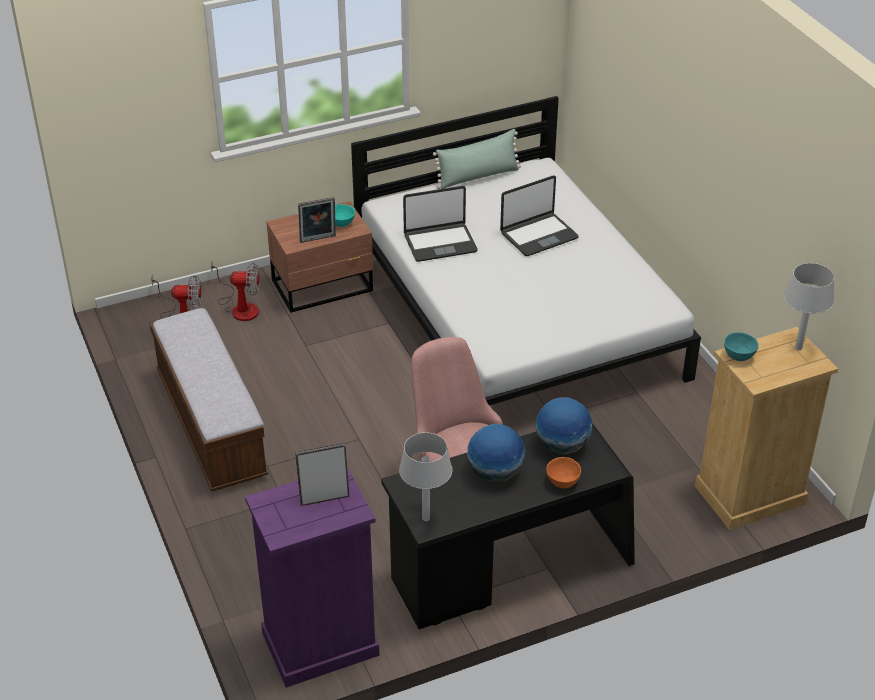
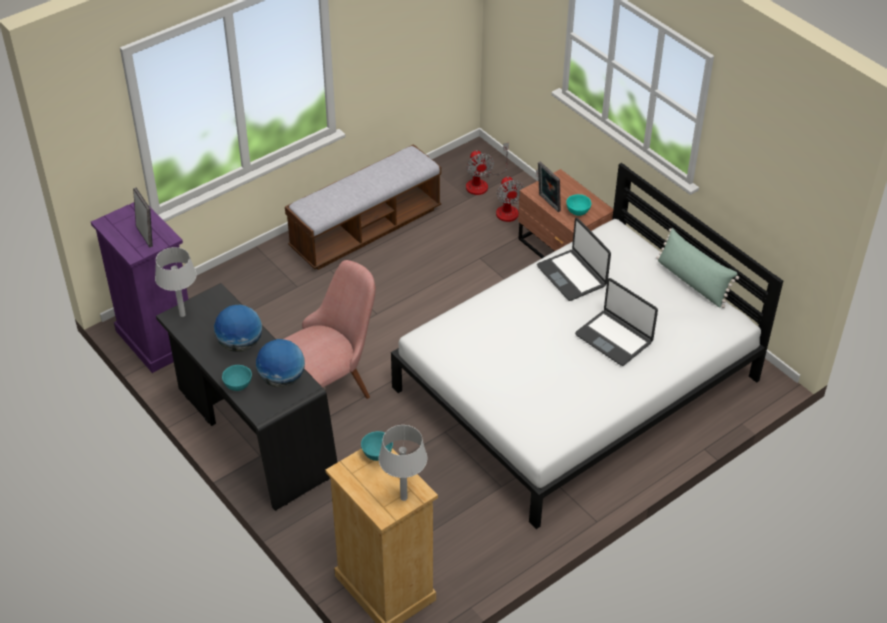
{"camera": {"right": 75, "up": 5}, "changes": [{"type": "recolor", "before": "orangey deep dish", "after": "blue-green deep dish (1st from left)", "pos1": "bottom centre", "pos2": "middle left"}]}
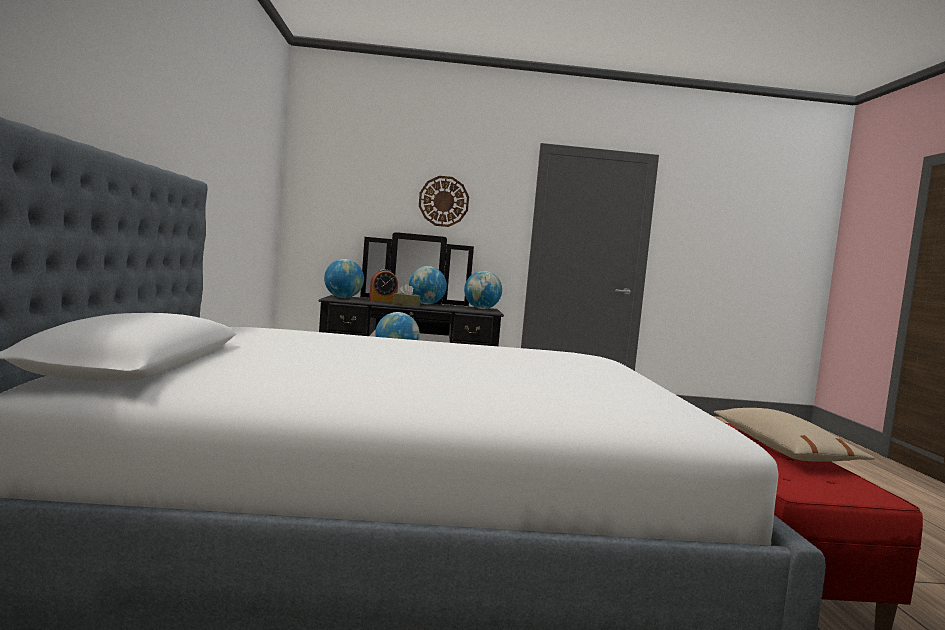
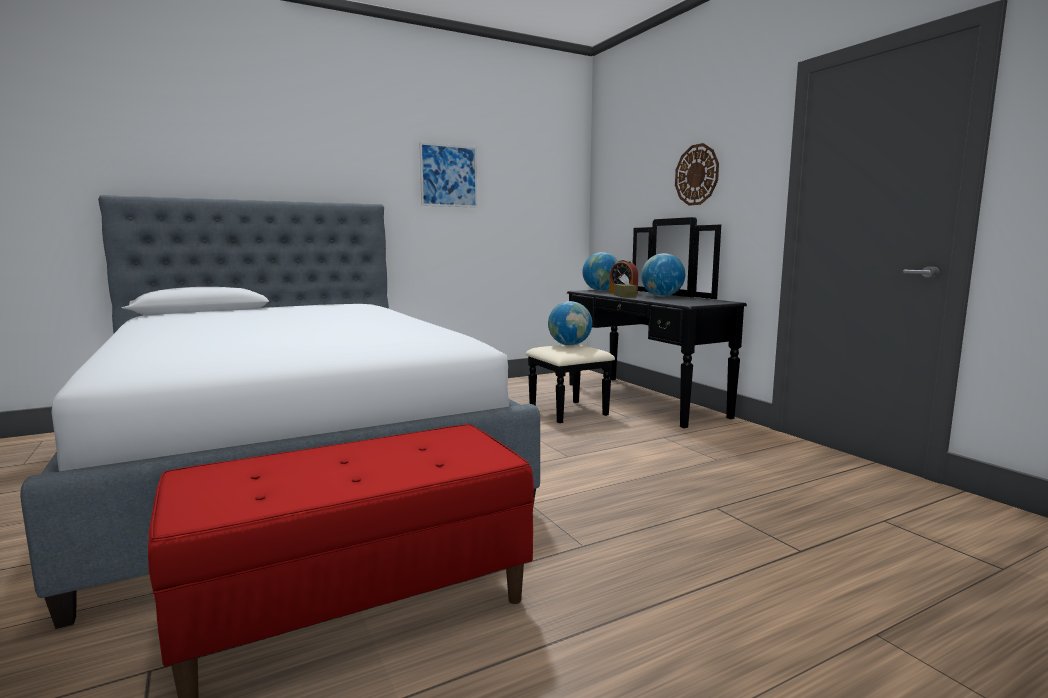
{"camera": {"right": 65, "up": 5}, "changes": [{"type": "delete", "before": "desk globe (4th from left)", "pos1": "centre"}, {"type": "delete", "before": "sand-coloured pillow", "pos1": "bottom right"}, {"type": "insert", "after": "picture", "pos2": "top centre"}]}
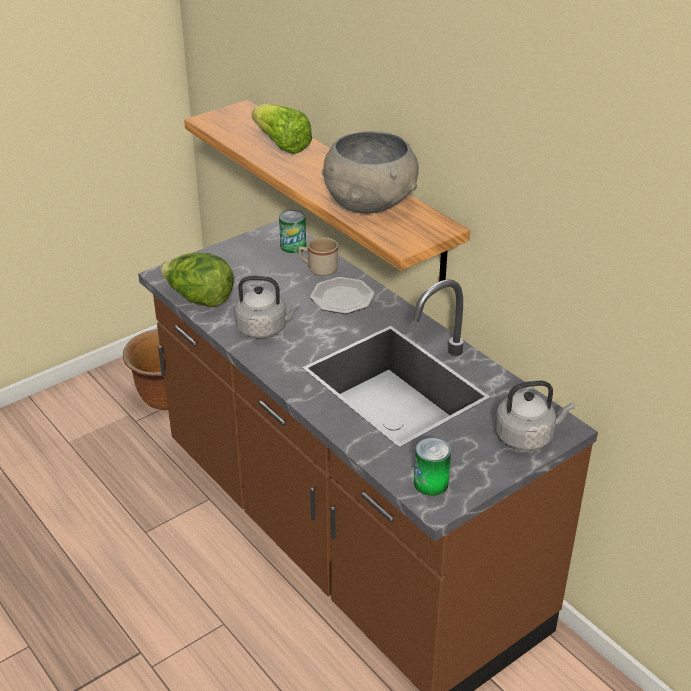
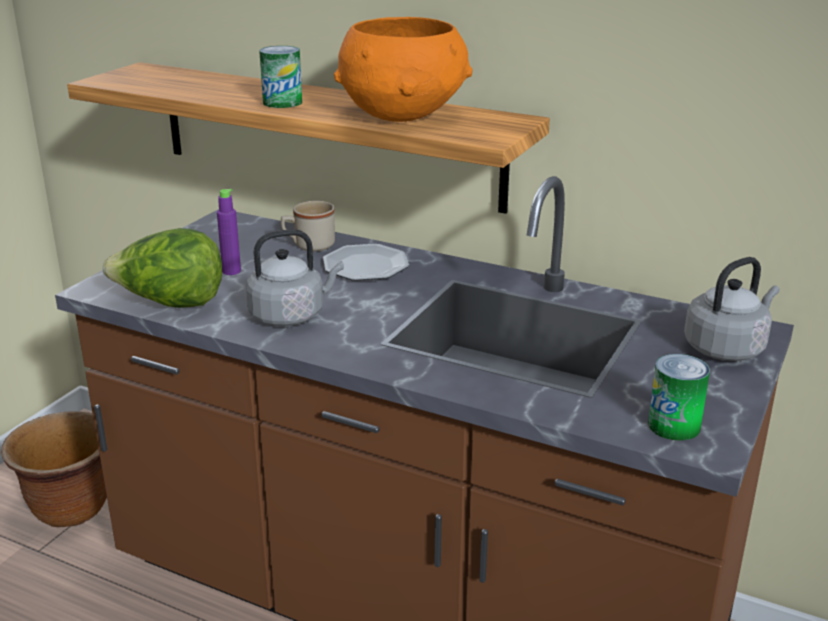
{"camera": {"right": -25, "up": -10}, "changes": [{"type": "delete", "before": "lettuce (2nd from left)", "pos1": "top centre"}, {"type": "move", "before": "can (1st from left)", "pos1": "centre", "pos2": "top centre"}, {"type": "recolor", "before": "gray deep dish", "after": "orangey deep dish", "pos1": "top centre", "pos2": "top centre"}, {"type": "insert", "after": "purple-coloured beverage bottle", "pos2": "middle left"}]}
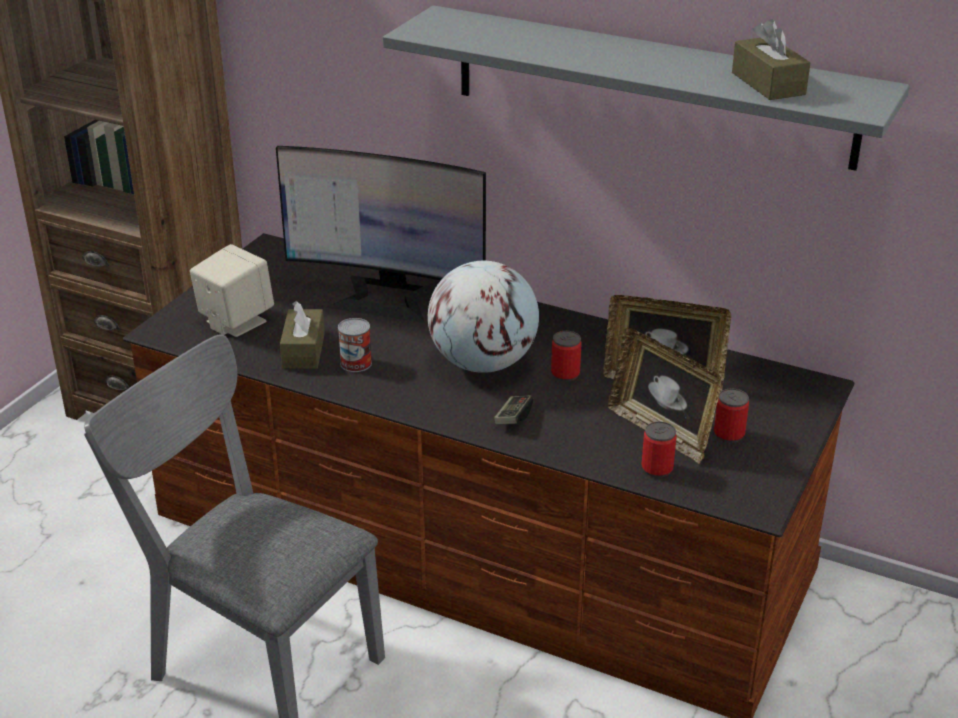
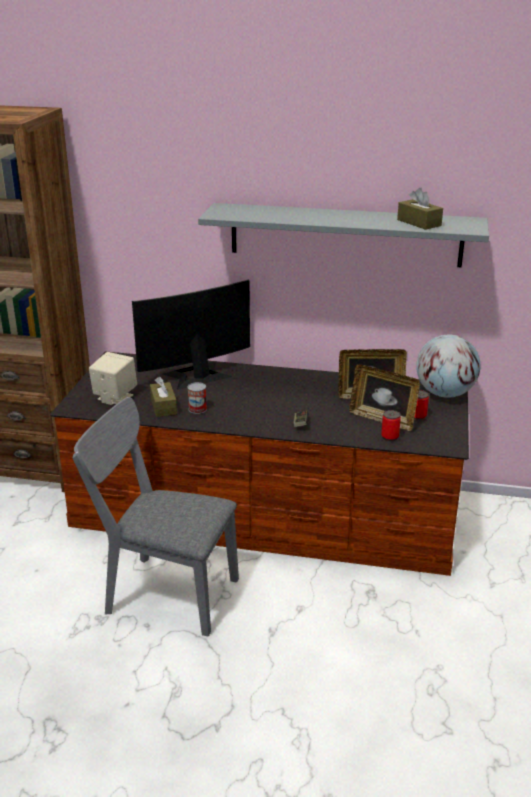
{"camera": {"right": -15, "up": -5}, "changes": [{"type": "rotate", "before": "computer screen", "pos1": "top centre", "pos2": "centre", "turn": 150}, {"type": "move", "before": "desk globe", "pos1": "centre", "pos2": "middle right"}, {"type": "delete", "before": "can (2nd from left)", "pos1": "centre"}]}
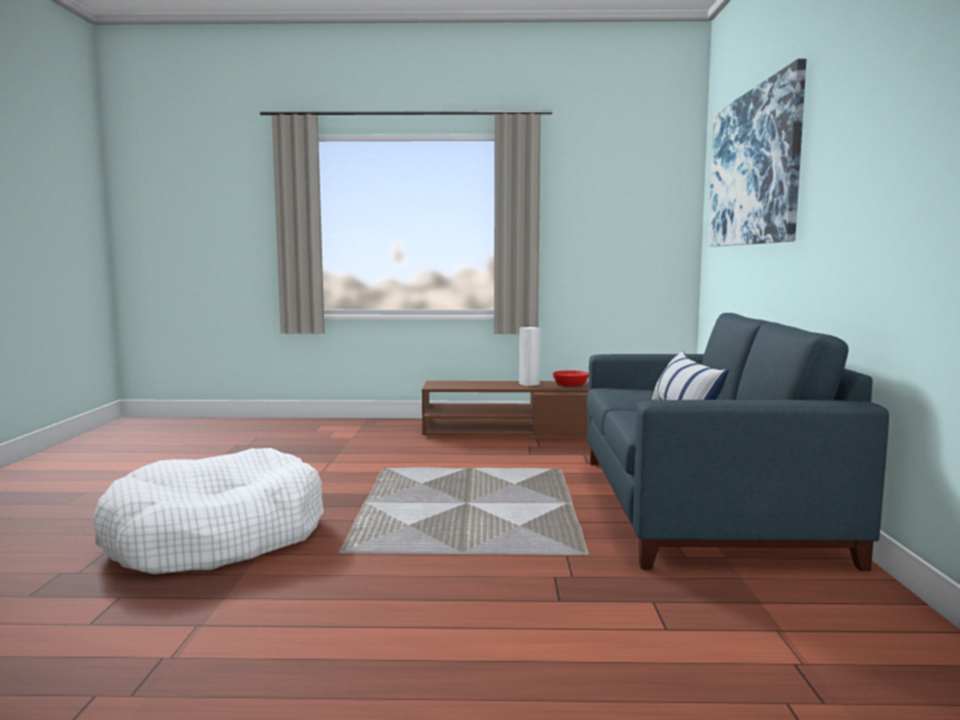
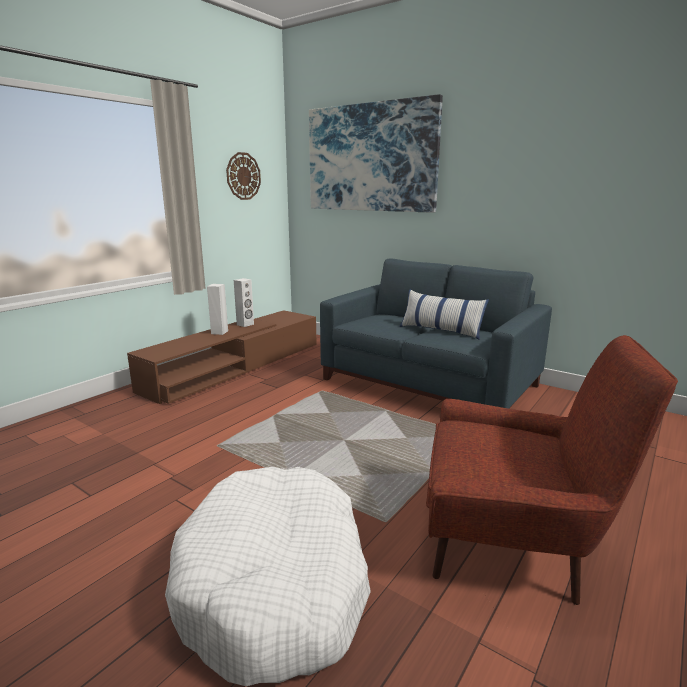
{"camera": {"right": -55, "up": 10}, "changes": [{"type": "replace", "before": "red deep dish", "after": "white-coloured speaker (2nd from left)", "pos1": "centre", "pos2": "centre"}, {"type": "insert", "after": "wall clock", "pos2": "top centre"}, {"type": "insert", "after": "red easy chair", "pos2": "bottom right"}]}
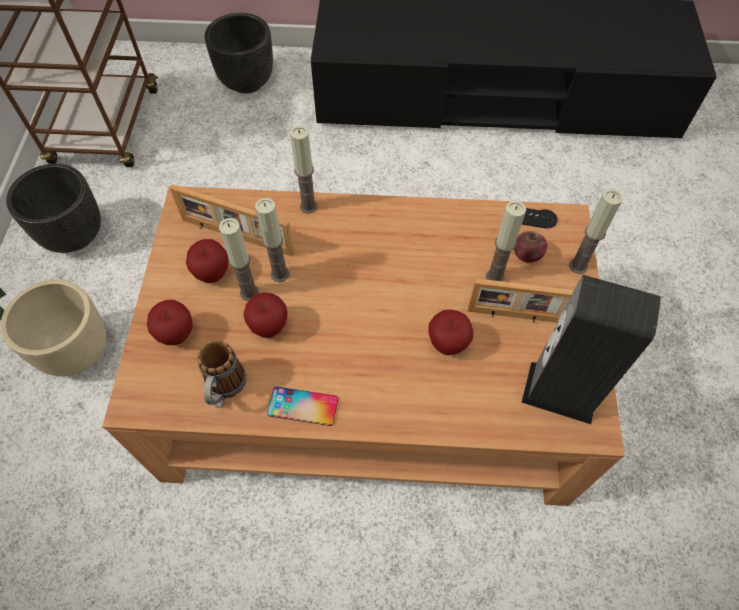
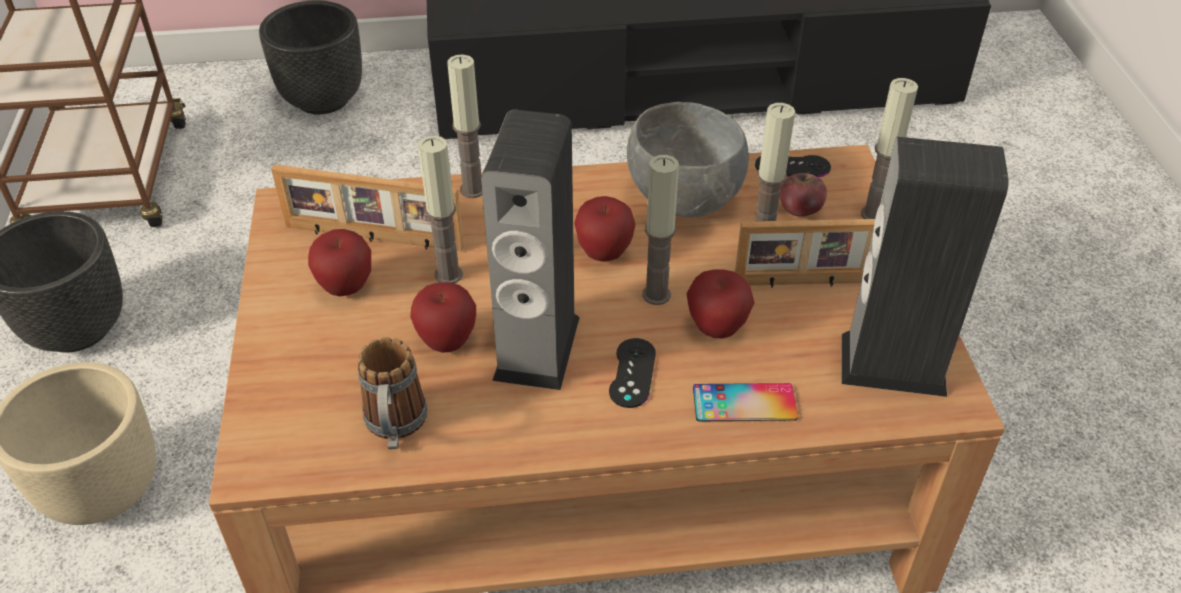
{"camera": {"right": -10, "up": -15}, "changes": [{"type": "move", "before": "whole apple (1st from left in the first image)", "after": "whole apple (3rd from left)", "pos1": "middle left", "pos2": "centre"}, {"type": "move", "before": "wax light (1st from left in the first image)", "after": "wax light (3rd from left)", "pos1": "middle left", "pos2": "centre"}, {"type": "move", "before": "phone", "pos1": "centre", "pos2": "bottom centre"}, {"type": "insert", "after": "speaker (1st from left)", "pos2": "centre"}, {"type": "insert", "after": "black joypad (1st from left)", "pos2": "centre"}, {"type": "insert", "after": "gray deep dish", "pos2": "top centre"}]}
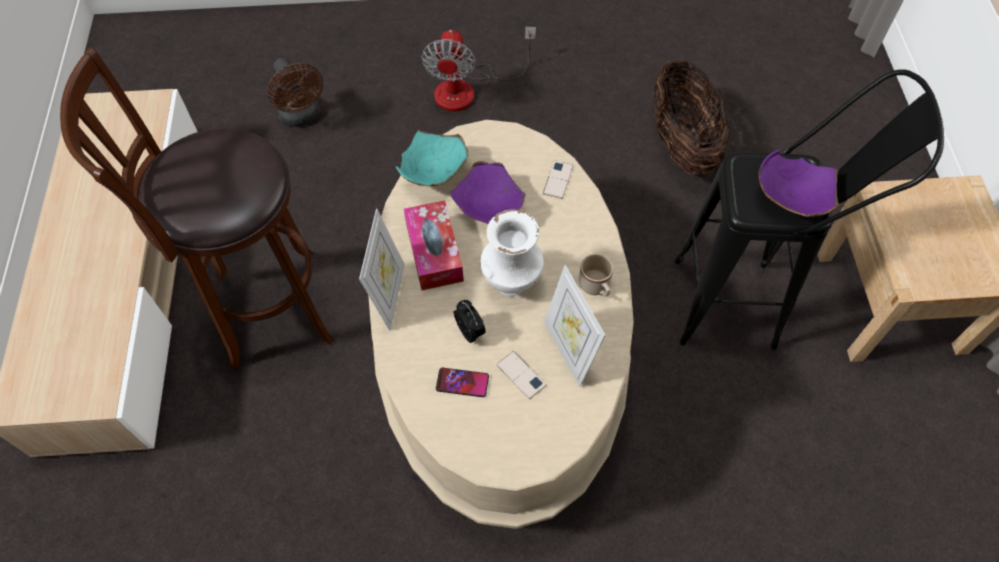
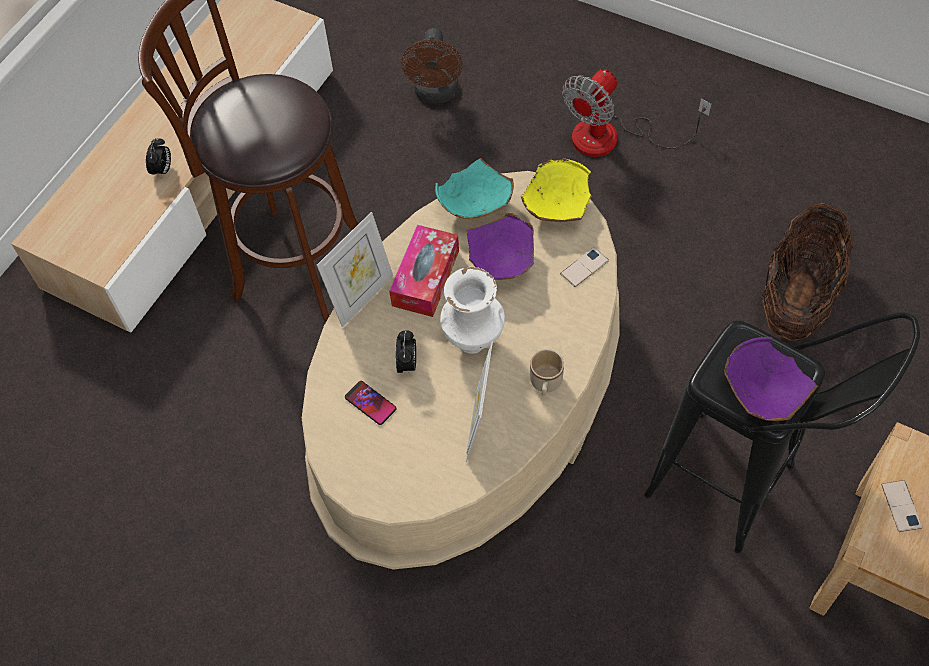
{"camera": {"right": 35, "up": 0}, "changes": [{"type": "move", "before": "phone (2nd from left in the first image)", "after": "phone (3rd from left)", "pos1": "bottom centre", "pos2": "bottom right"}, {"type": "insert", "after": "bedside clock (1st from left)", "pos2": "top left"}, {"type": "insert", "after": "yellowish deep dish", "pos2": "top centre"}]}
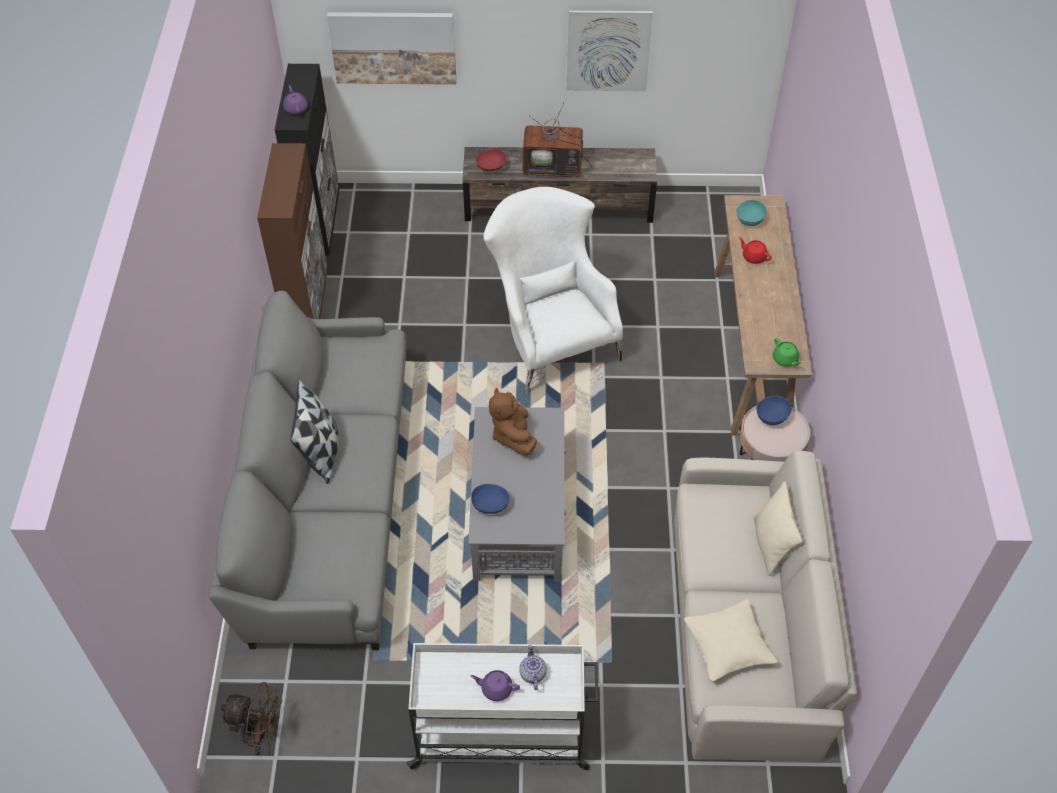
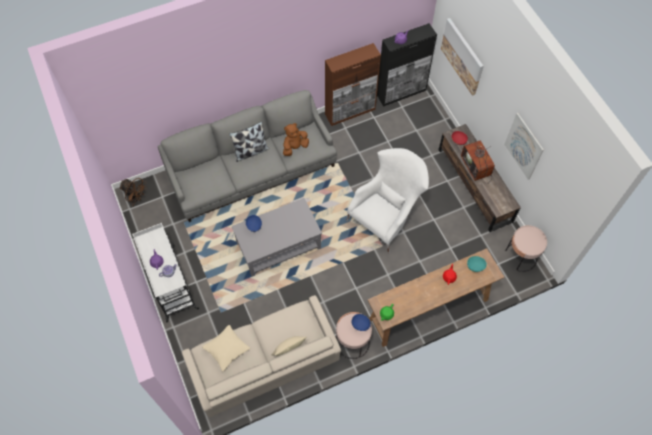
{"camera": {"right": 65, "up": 10}, "changes": [{"type": "rotate", "before": "brown-coloured fan", "pos1": "bottom left", "pos2": "middle left", "turn": -45}, {"type": "move", "before": "brown-coloured cuddly toy", "pos1": "centre", "pos2": "top centre"}, {"type": "insert", "after": "pinkish side table (2nd from left)", "pos2": "middle right"}]}
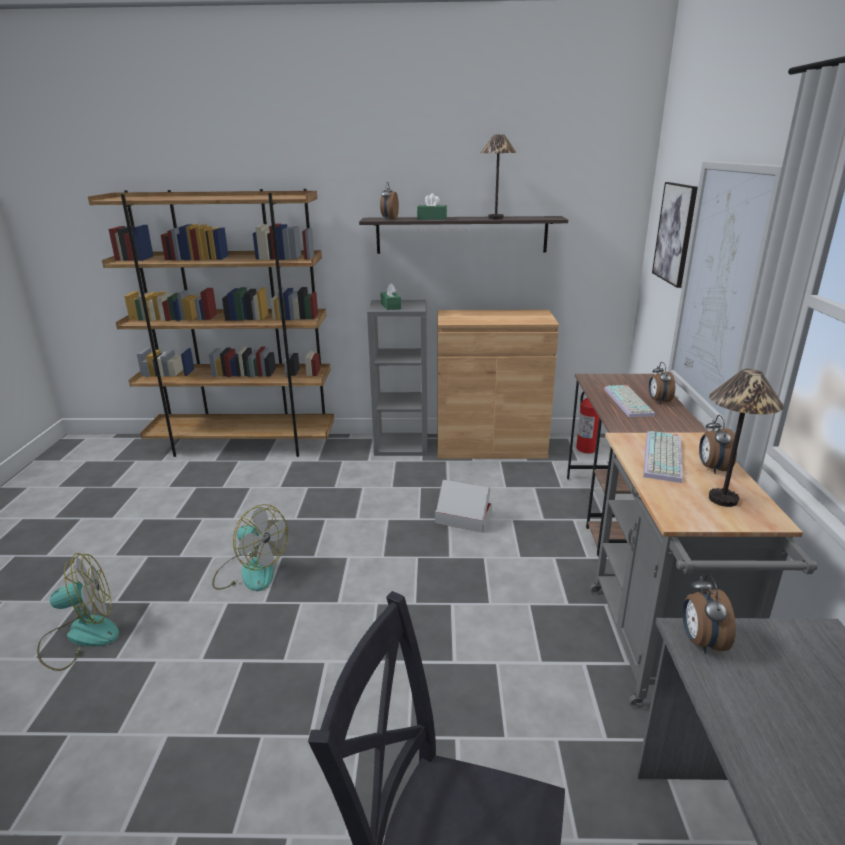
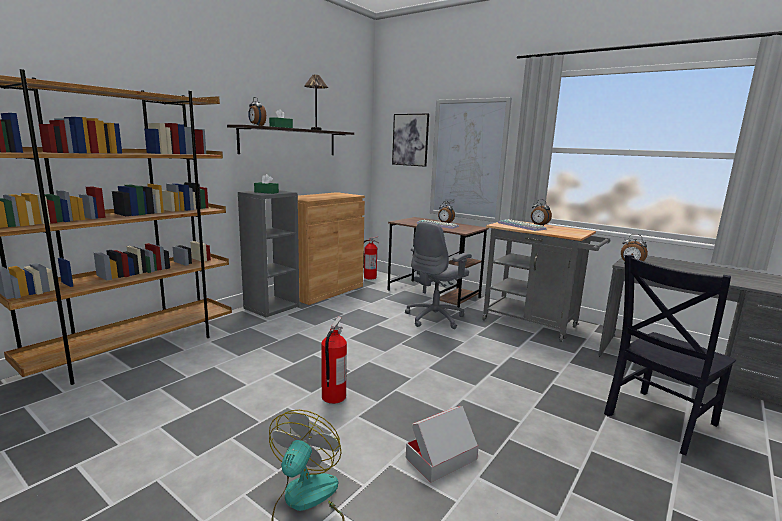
{"camera": {"right": -55, "up": -10}, "changes": [{"type": "replace", "before": "fan (2nd from left)", "after": "fire-fighting cylinder (1st from left)", "pos1": "middle left", "pos2": "bottom centre"}, {"type": "move", "before": "packing box", "pos1": "centre", "pos2": "bottom centre"}, {"type": "delete", "before": "tabletop lamp (2nd from left)", "pos1": "middle right"}, {"type": "insert", "after": "gray computer chair", "pos2": "centre"}]}
